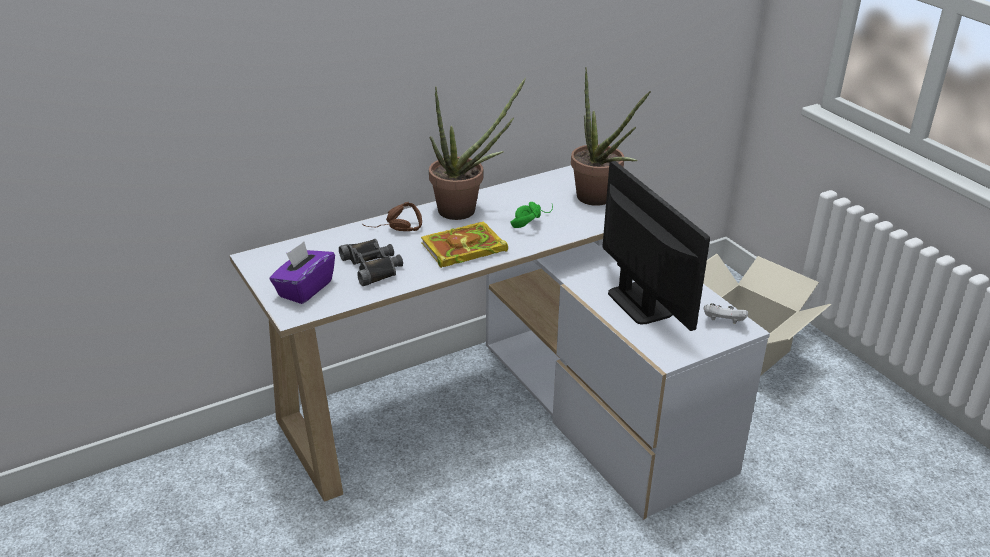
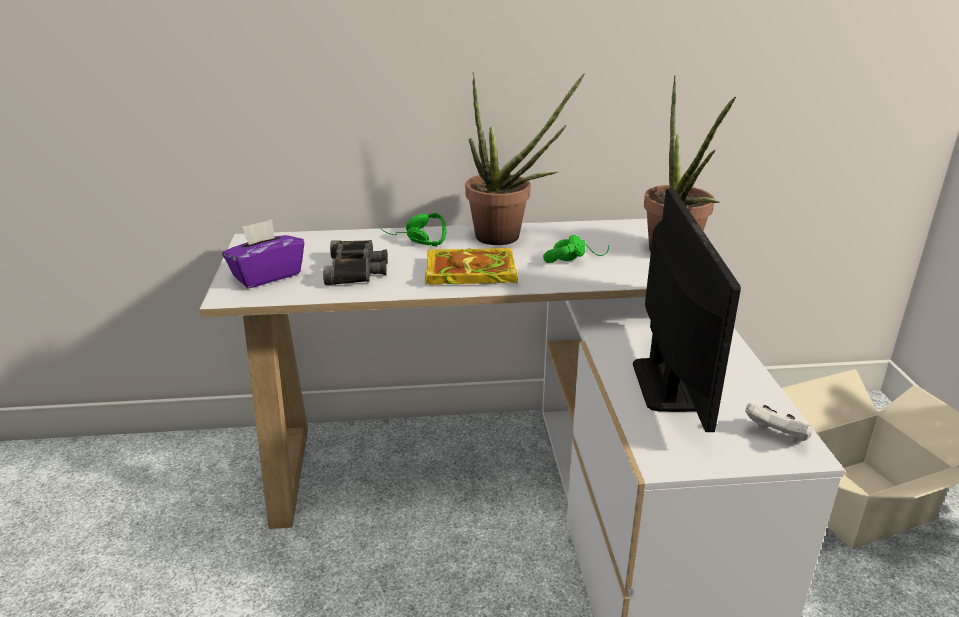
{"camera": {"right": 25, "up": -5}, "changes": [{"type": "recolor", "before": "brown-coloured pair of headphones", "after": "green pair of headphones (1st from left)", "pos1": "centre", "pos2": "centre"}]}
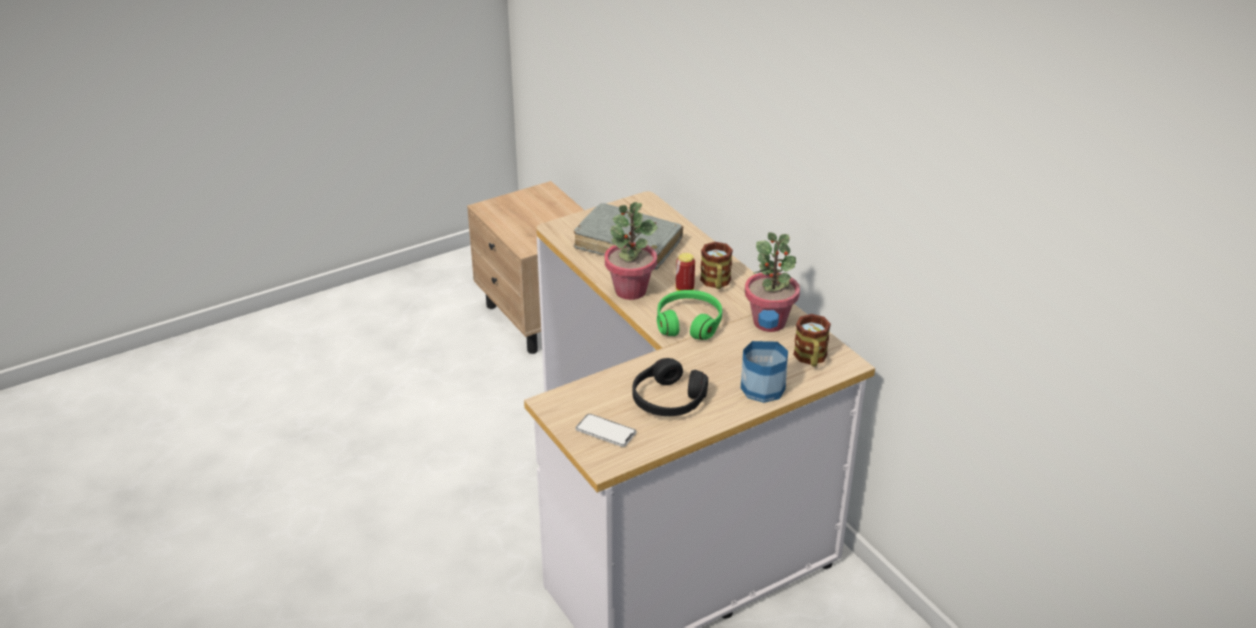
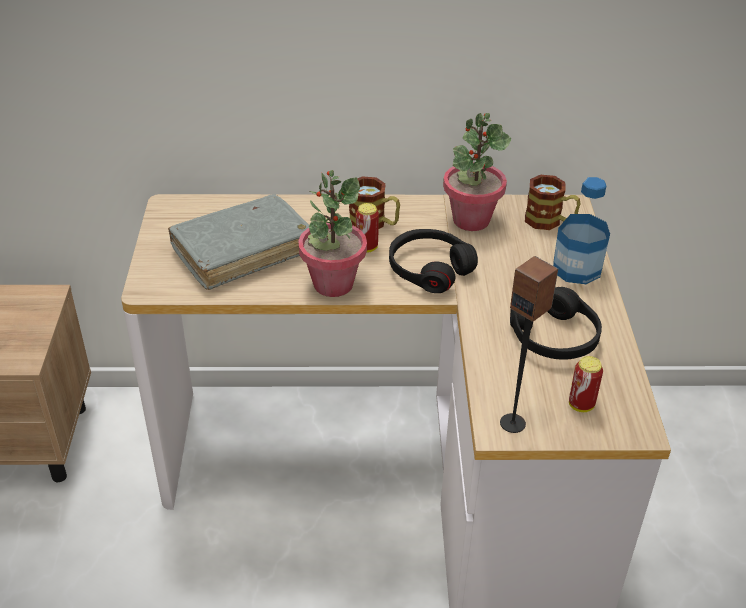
{"camera": {"right": -60, "up": 5}, "changes": [{"type": "replace", "before": "phone", "after": "can (2nd from left)", "pos1": "bottom centre", "pos2": "middle right"}, {"type": "recolor", "before": "green pair of headphones", "after": "black pair of headphones (1st from left)", "pos1": "centre", "pos2": "centre"}, {"type": "insert", "after": "speaker", "pos2": "middle right"}]}
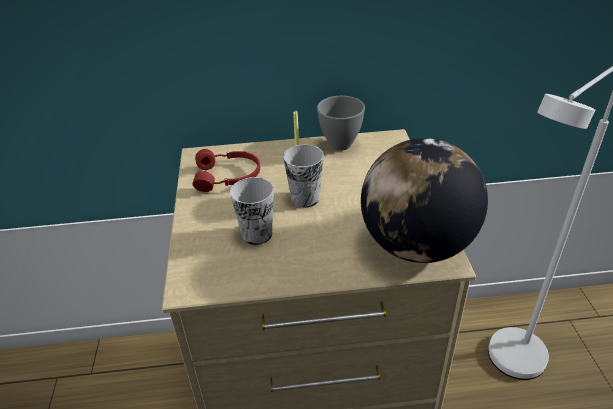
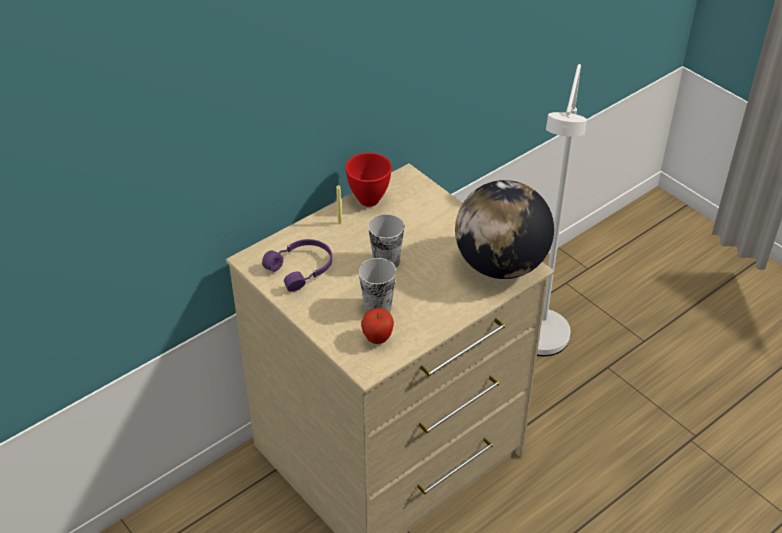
{"camera": {"right": -35, "up": 5}, "changes": [{"type": "recolor", "before": "red pair of headphones", "after": "purple-coloured pair of headphones", "pos1": "centre", "pos2": "centre"}, {"type": "recolor", "before": "gray deep dish", "after": "red deep dish", "pos1": "top centre", "pos2": "centre"}, {"type": "insert", "after": "whole apple", "pos2": "centre"}]}
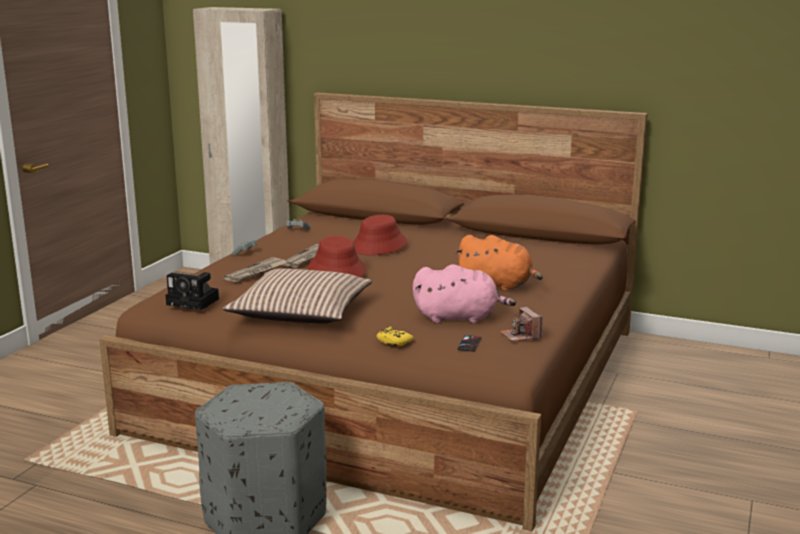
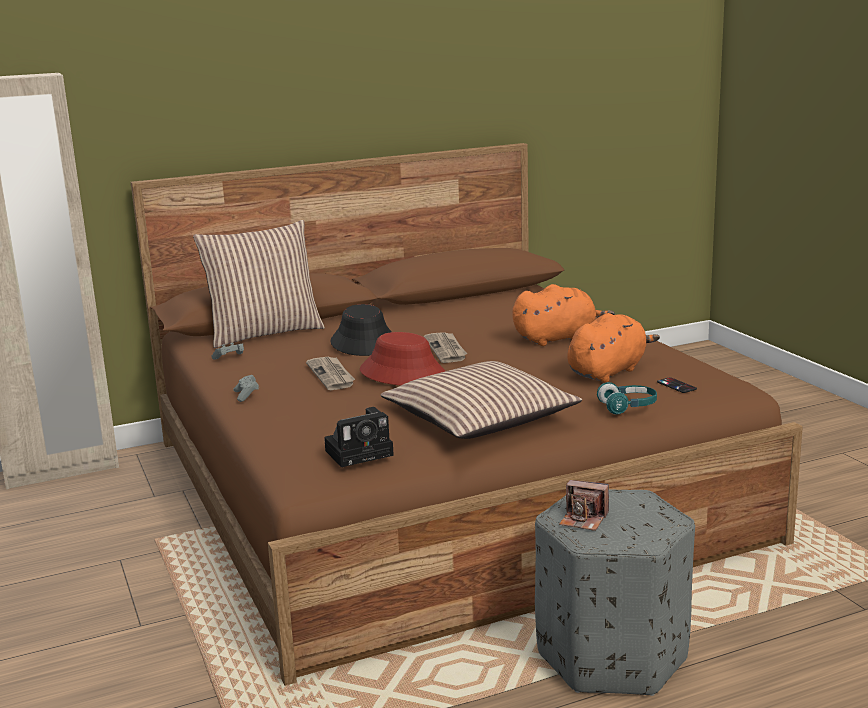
{"camera": {"right": -45, "up": 0}, "changes": [{"type": "move", "before": "daily paper (1st from left in the first image)", "after": "daily paper (2nd from left)", "pos1": "middle left", "pos2": "centre"}, {"type": "recolor", "before": "red clothing hat (2nd from left)", "after": "black clothing hat", "pos1": "centre", "pos2": "centre"}, {"type": "replace", "before": "yellowish joypad", "after": "blue-green pair of headphones", "pos1": "centre", "pos2": "middle right"}, {"type": "recolor", "before": "pinkish cuddly toy", "after": "orangey cuddly toy (2nd from left)", "pos1": "centre", "pos2": "middle right"}, {"type": "move", "before": "photo camera (2nd from left)", "pos1": "centre", "pos2": "bottom right"}, {"type": "insert", "after": "pillow (1st from left)", "pos2": "middle left"}]}
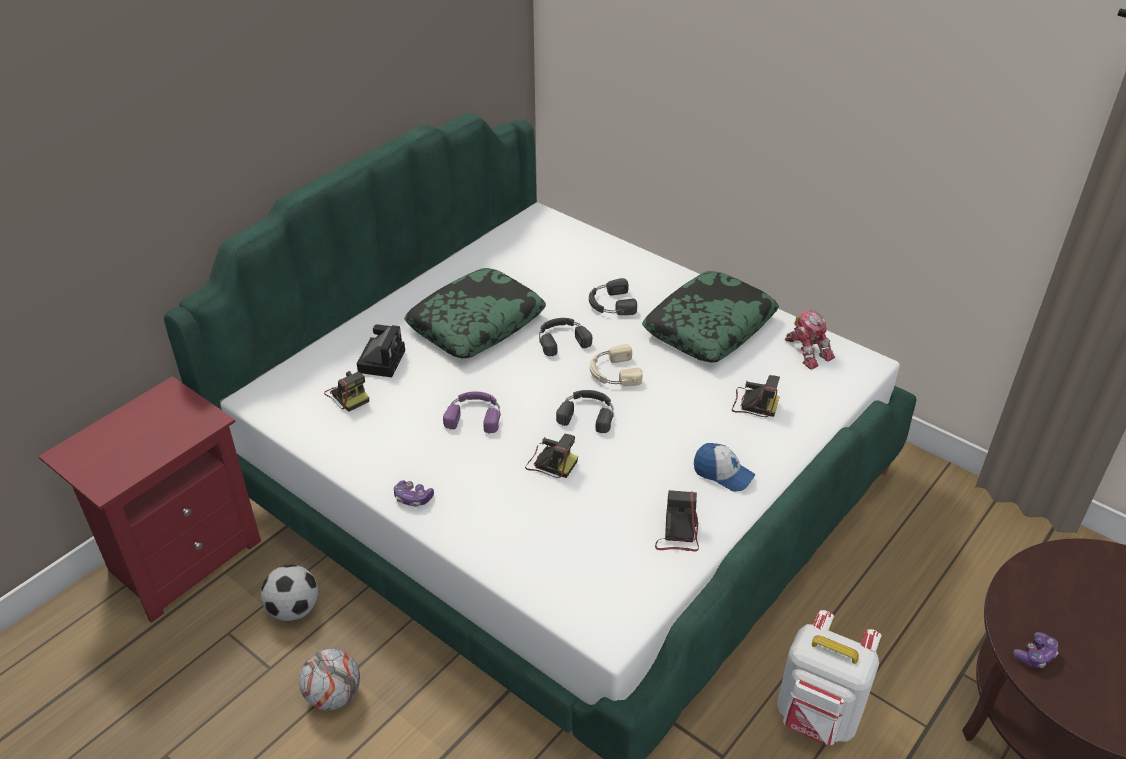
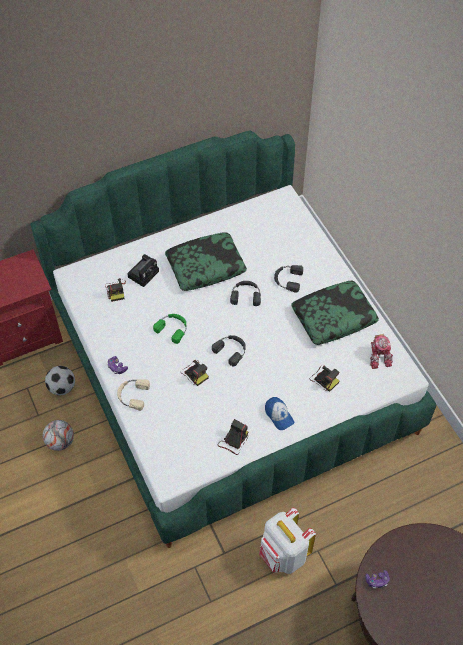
{"camera": {"right": 25, "up": 15}, "changes": [{"type": "recolor", "before": "purple-coloured pair of headphones", "after": "green pair of headphones", "pos1": "centre", "pos2": "centre"}, {"type": "move", "before": "sand-coloured pair of headphones", "pos1": "centre", "pos2": "middle left"}]}
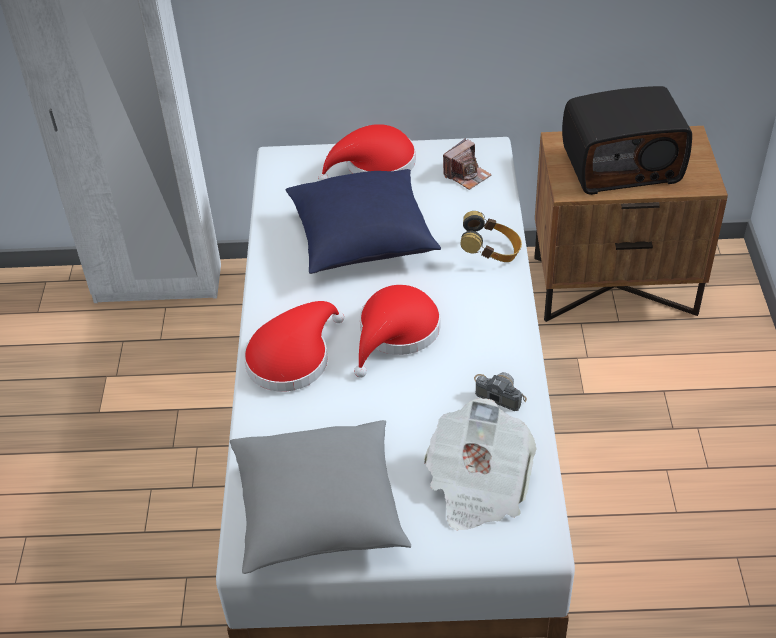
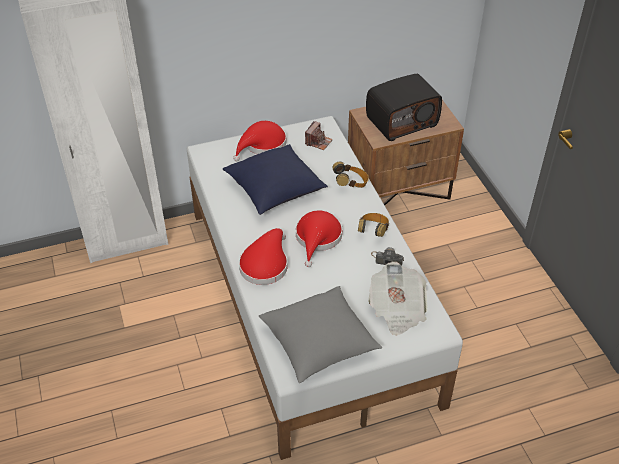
{"camera": {"right": -20, "up": 0}, "changes": [{"type": "insert", "after": "pair of headphones (2nd from left)", "pos2": "centre"}]}
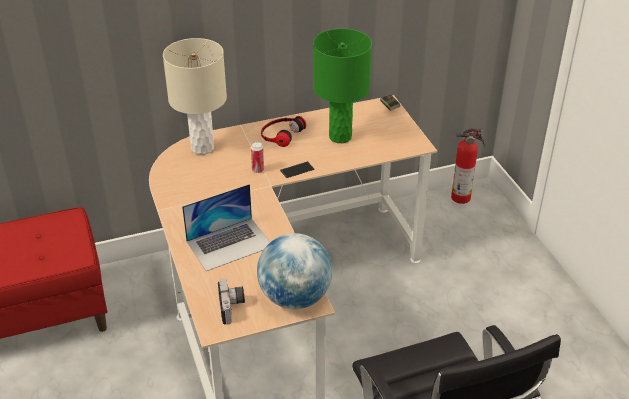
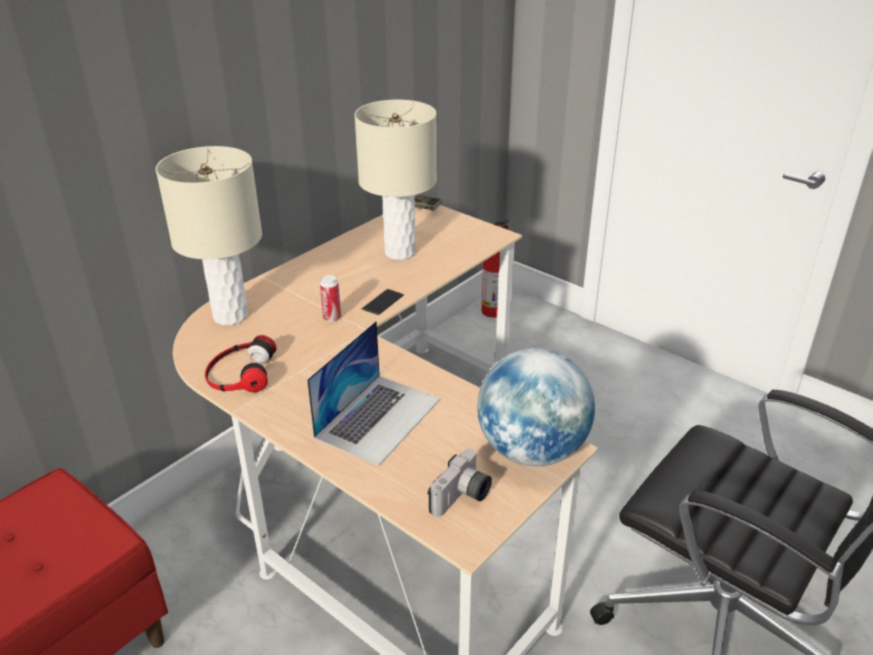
{"camera": {"right": -30, "up": -5}, "changes": [{"type": "rotate", "before": "photo camera", "pos1": "bottom centre", "pos2": "bottom centre", "turn": 75}, {"type": "move", "before": "pair of headphones", "pos1": "top centre", "pos2": "middle left"}, {"type": "recolor", "before": "green tabletop lamp", "after": "sand-coloured tabletop lamp (2nd from left)", "pos1": "top centre", "pos2": "top centre"}]}
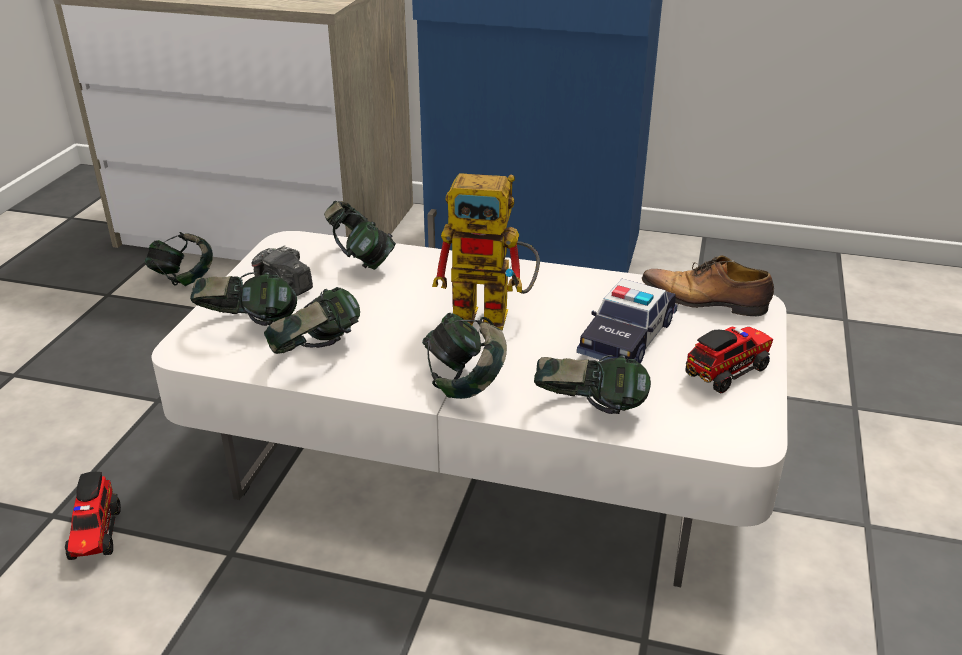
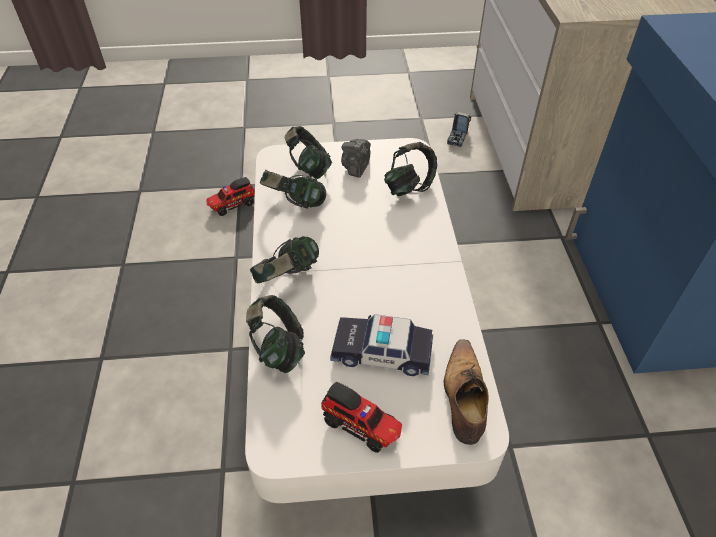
{"camera": {"right": 70, "up": 15}, "changes": [{"type": "replace", "before": "pair of headphones (1st from left)", "after": "model truck (3rd from left)", "pos1": "middle left", "pos2": "top centre"}, {"type": "delete", "before": "model robot", "pos1": "centre"}]}
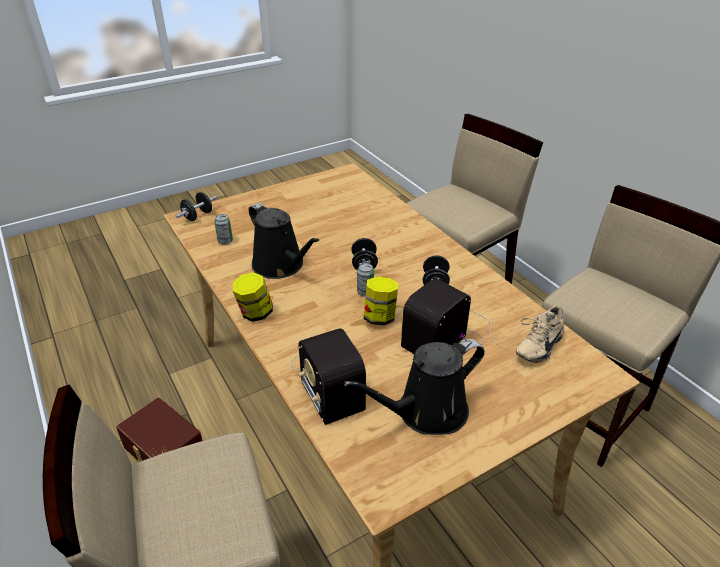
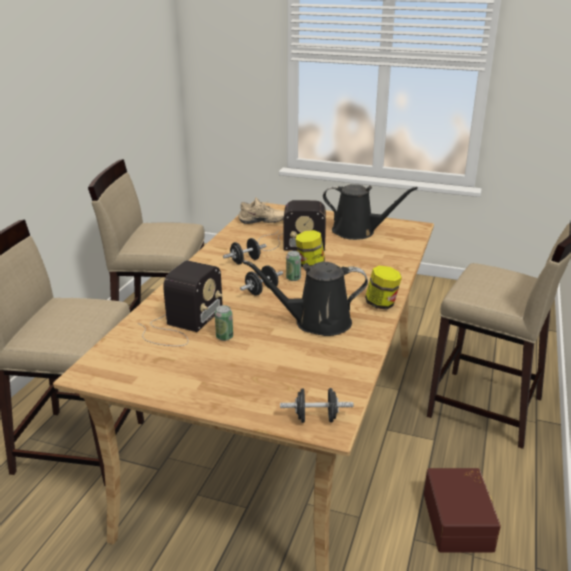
{"camera": {"right": -130, "up": -10}, "changes": [{"type": "move", "before": "can (1st from left)", "pos1": "middle left", "pos2": "centre"}, {"type": "rotate", "before": "black sprinkling can (1st from left)", "pos1": "centre", "pos2": "centre", "turn": -105}, {"type": "move", "before": "radio (1st from left)", "pos1": "centre", "pos2": "middle left"}]}
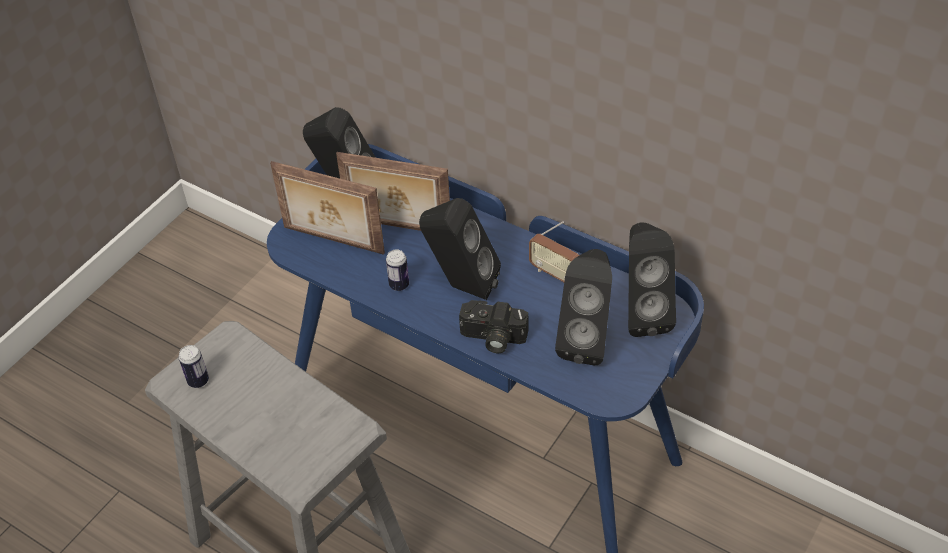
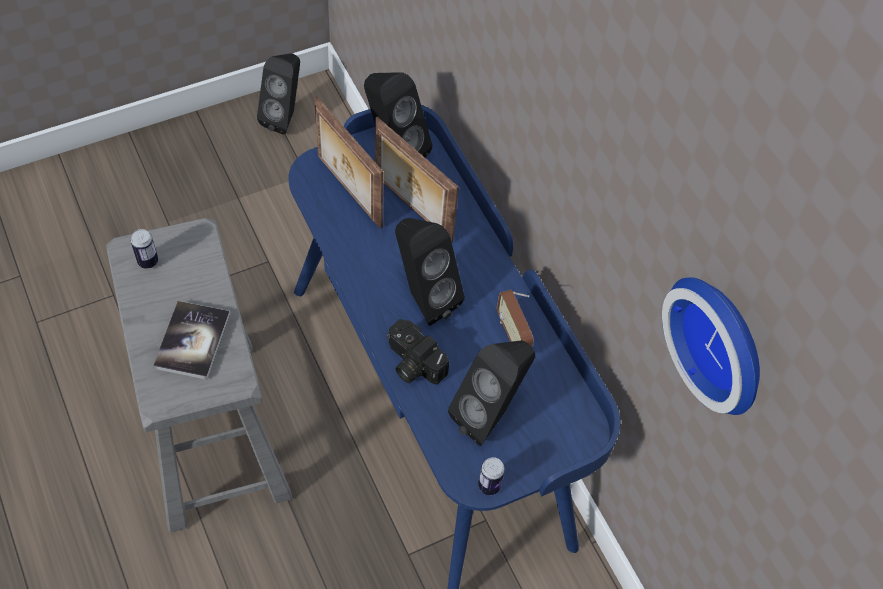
{"camera": {"right": 25, "up": 10}, "changes": [{"type": "move", "before": "can (2nd from left)", "pos1": "centre", "pos2": "bottom centre"}, {"type": "move", "before": "black speaker (4th from left in the first image)", "after": "black speaker (1st from left)", "pos1": "middle right", "pos2": "top left"}, {"type": "insert", "after": "bound book", "pos2": "middle left"}, {"type": "insert", "after": "wall clock", "pos2": "middle right"}]}
